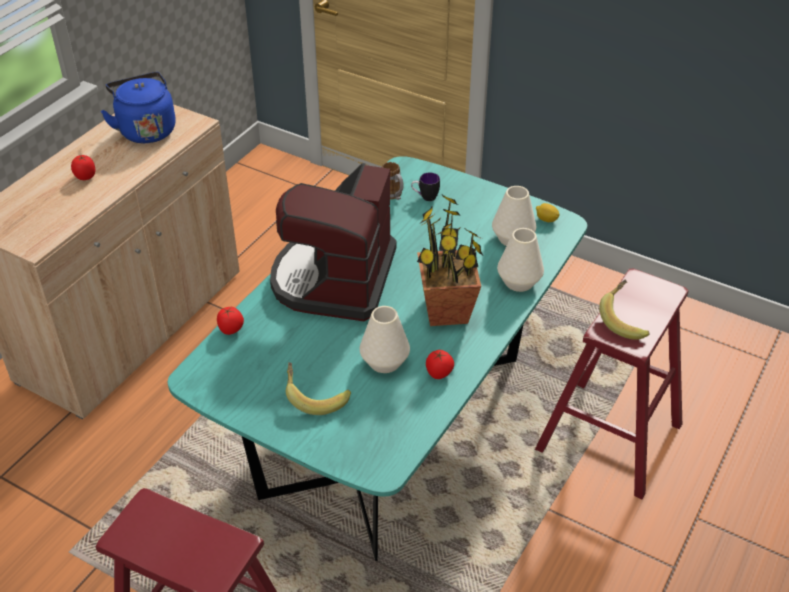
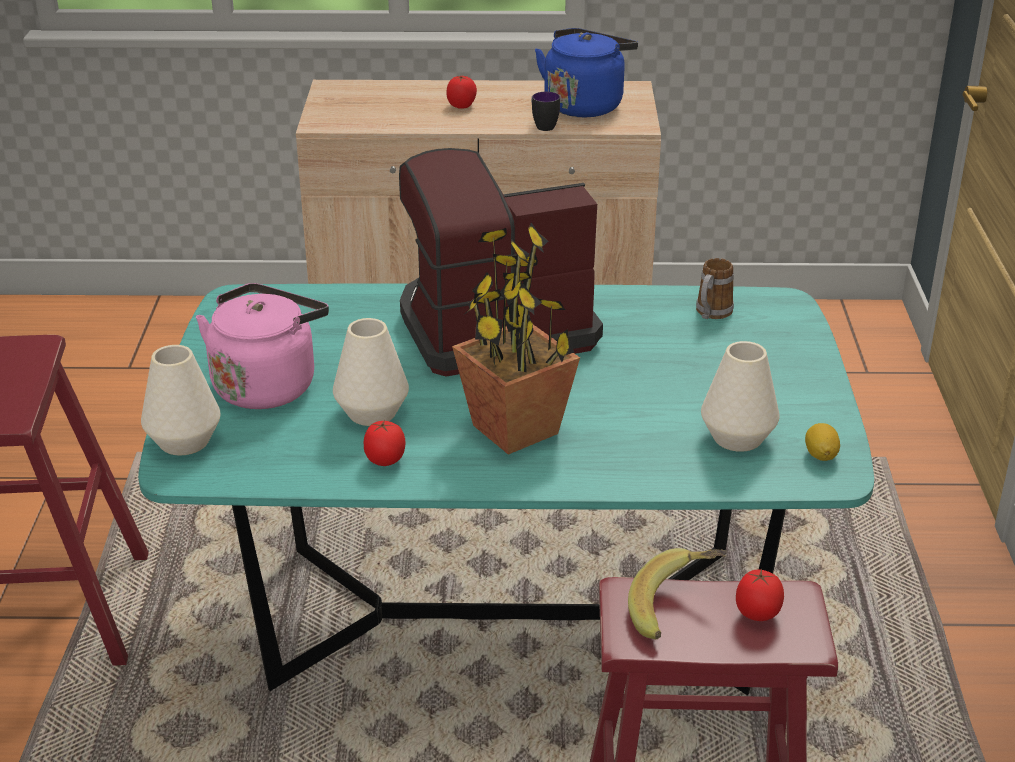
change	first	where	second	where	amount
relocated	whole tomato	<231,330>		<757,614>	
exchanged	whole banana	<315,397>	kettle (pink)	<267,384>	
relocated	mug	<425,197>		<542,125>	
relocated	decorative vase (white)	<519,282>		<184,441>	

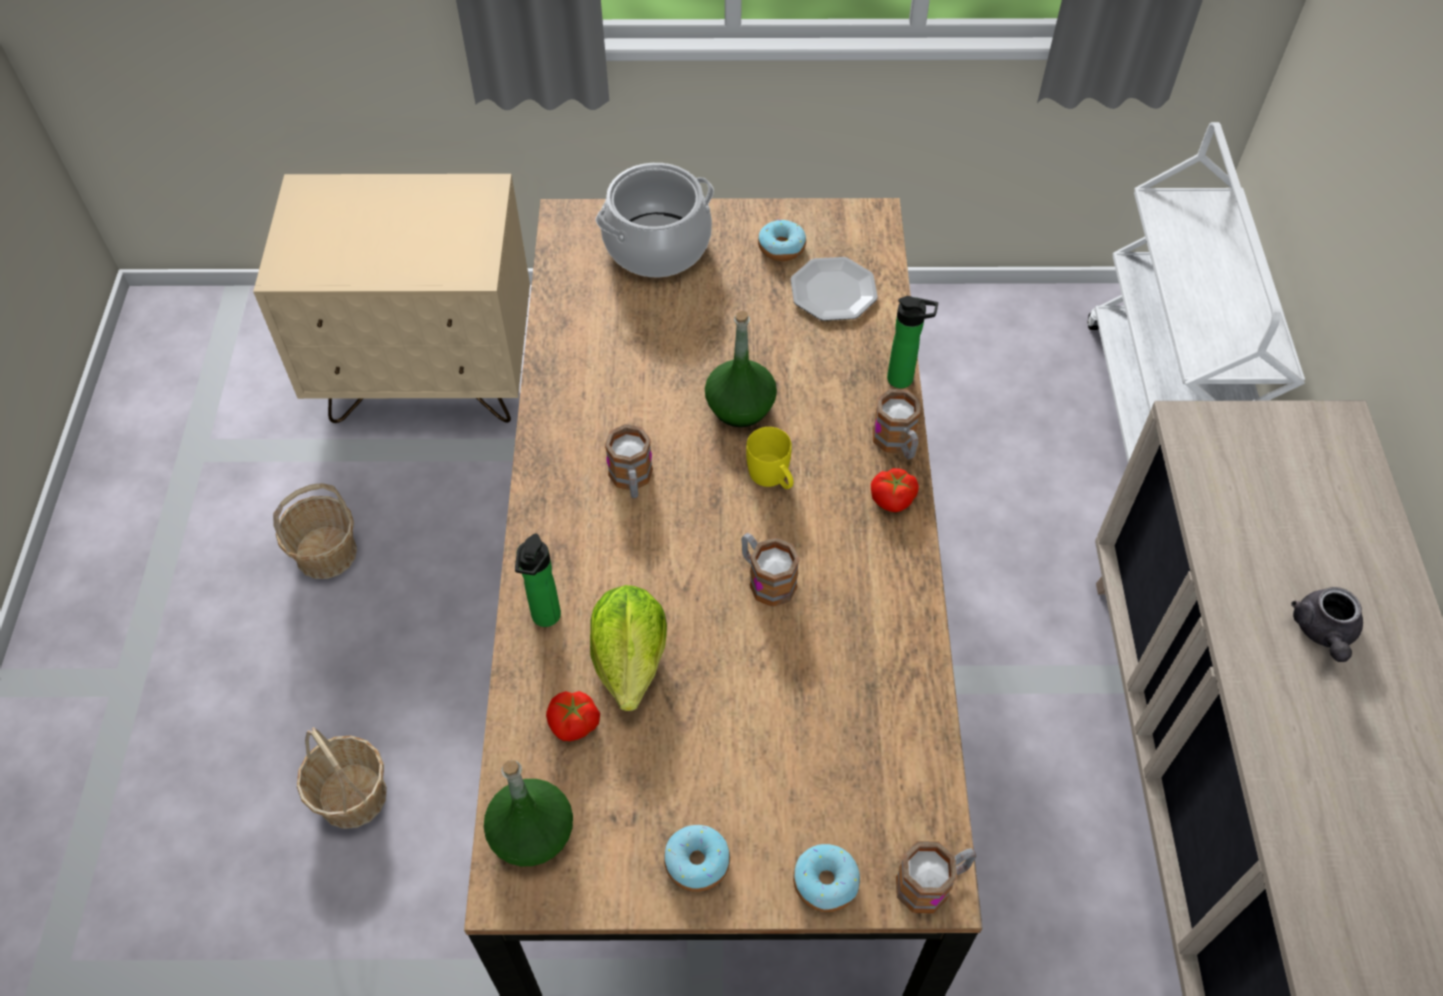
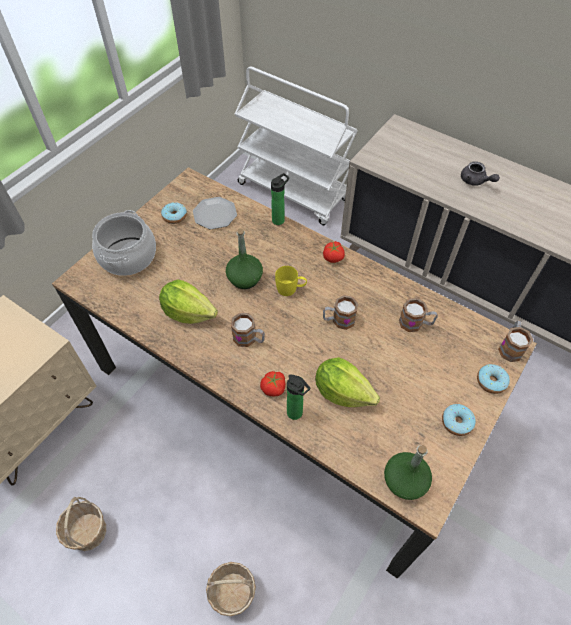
change	first	where	second	where	amount
relocated	whole tomato	<574,723>		<274,388>	
relocated	mug	<897,443>		<415,323>	
appeared			lettuce	<188,312>	

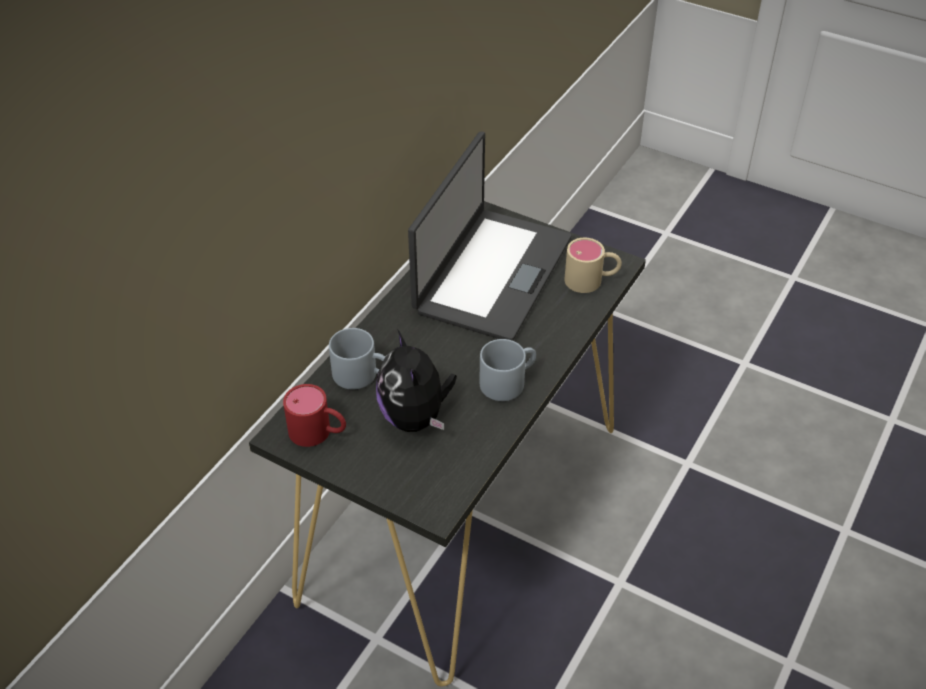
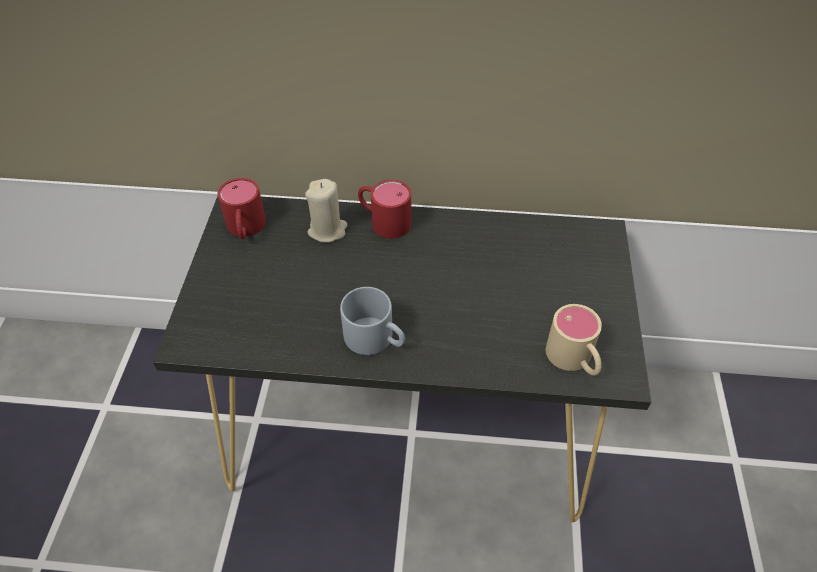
change	first	where	second	where	amount
exchanged	mug (gray)	<362,374>	wax candle (sand-coloured)	<327,230>	
missing	soft toy	<415,417>			
missing	notebook computer	<491,274>			
appeared			mug (red-coloured)	<383,221>	

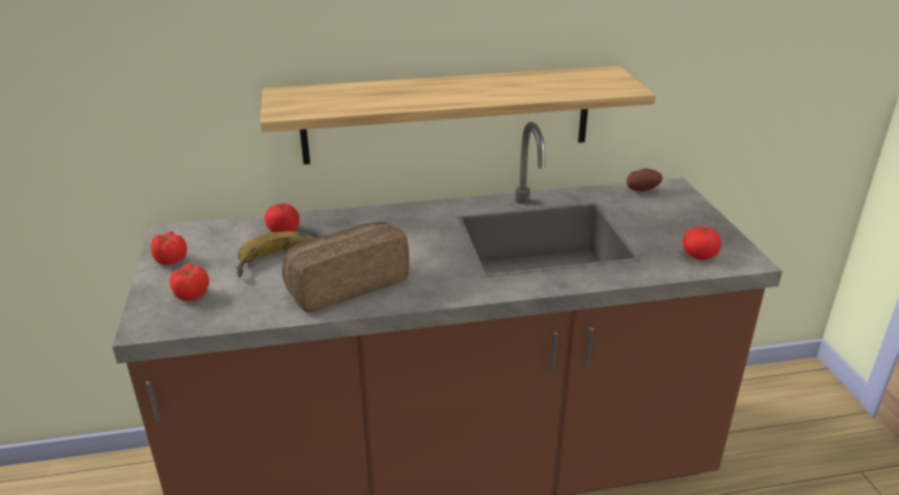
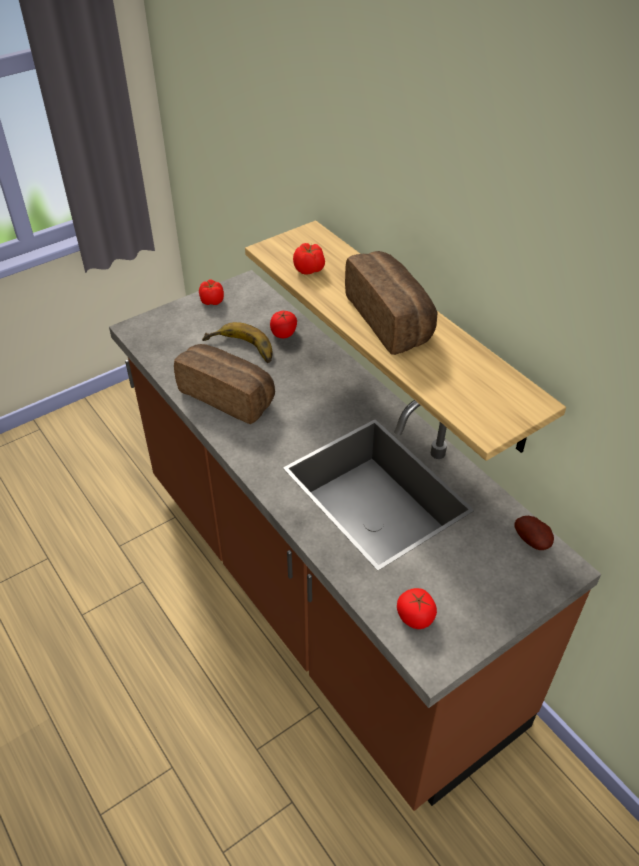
change	first	where	second	where	amount
relocated	whole tomato	<192,294>		<309,269>	
appeared			baked bread	<392,320>	

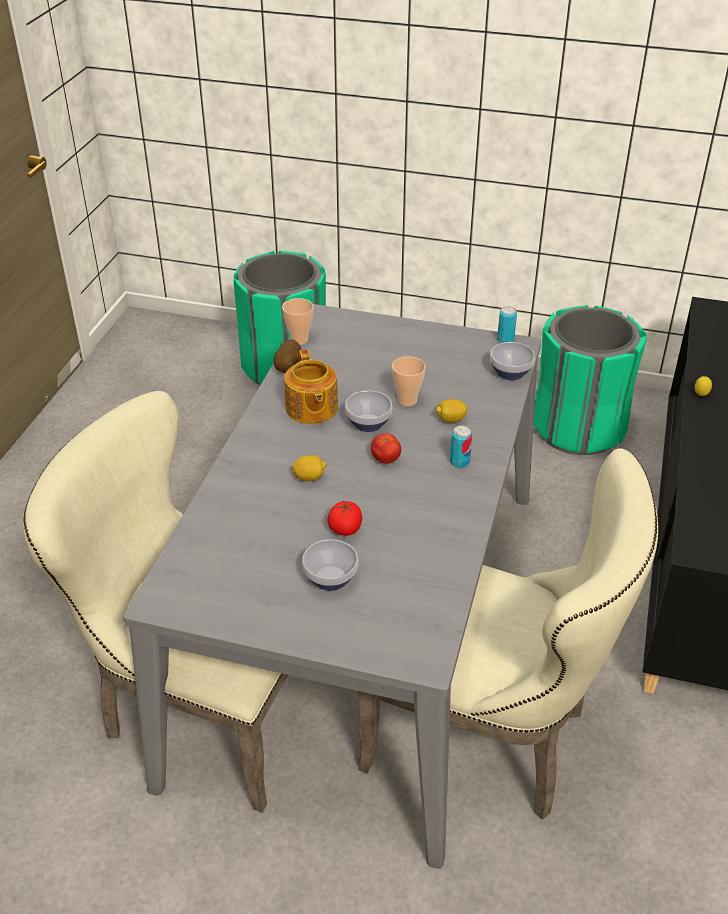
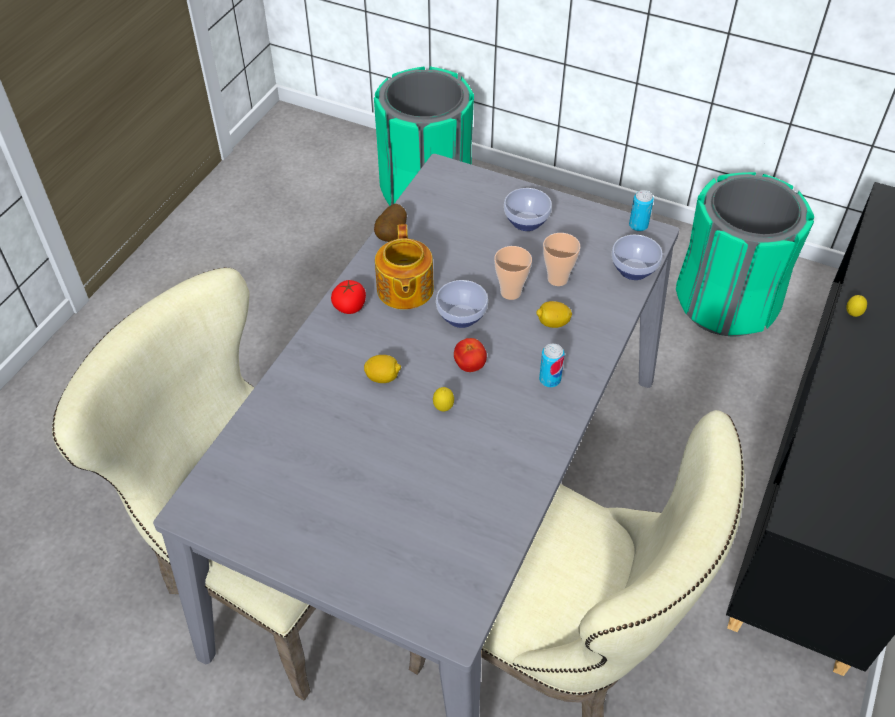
change	first	where	second	where	amount
relocated	drinking cup	<299,340>		<557,279>	
relocated	deep dish	<330,577>		<526,221>	
relocated	whole tomato	<345,529>		<350,306>	
appeared			whole lemon	<443,408>	

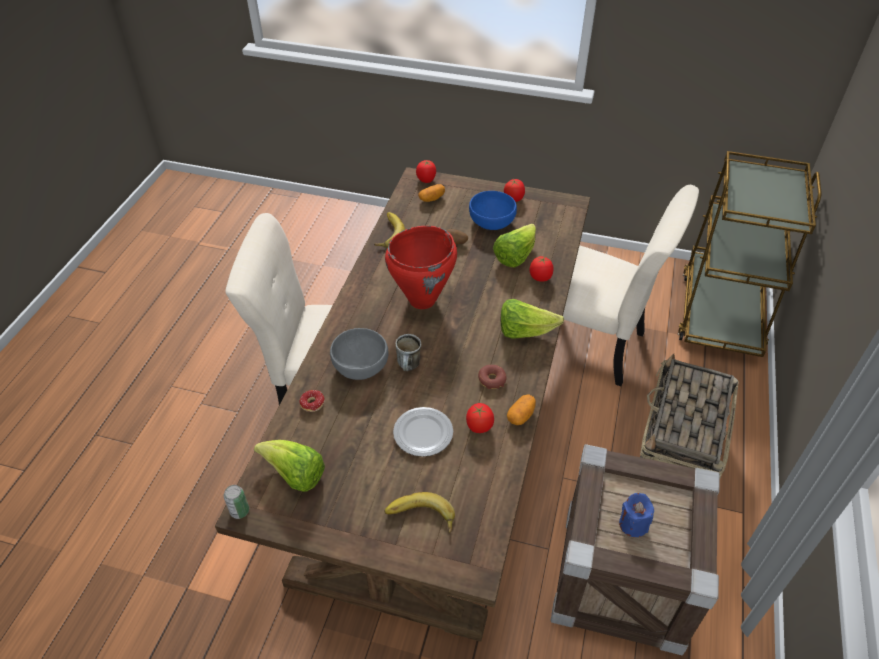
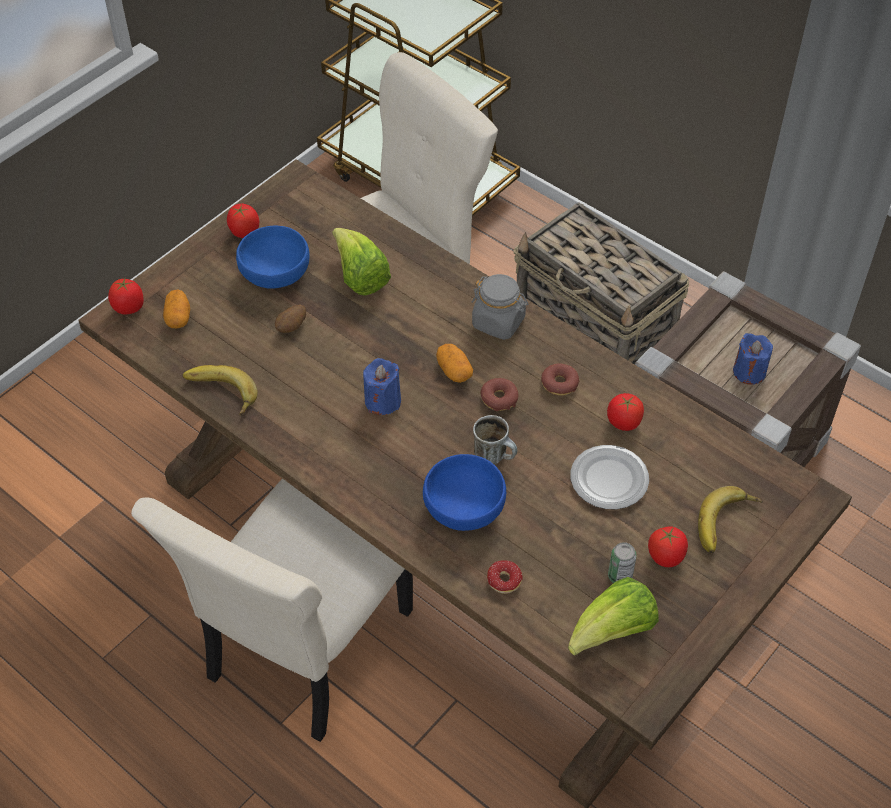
change	first	where	second	where	amount
relocated	can	<240,511>		<620,576>	
colour	deep dish (gray)	<360,366>	deep dish (blue)	<465,508>	
exchanged	stockpot (red-coloured)	<423,300>	wax candle (blue)	<383,401>	
exchanged	lettuce	<524,331>	preserve jar (gray)	<499,322>	
relocated	spud	<521,416>		<454,371>	
relocated	whole tomato	<540,277>		<666,556>	
appeared			ring doughnut	<499,398>	

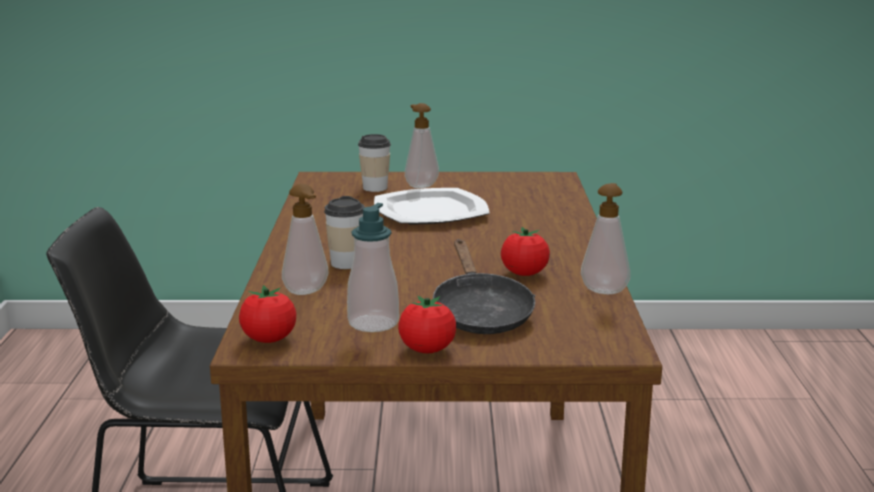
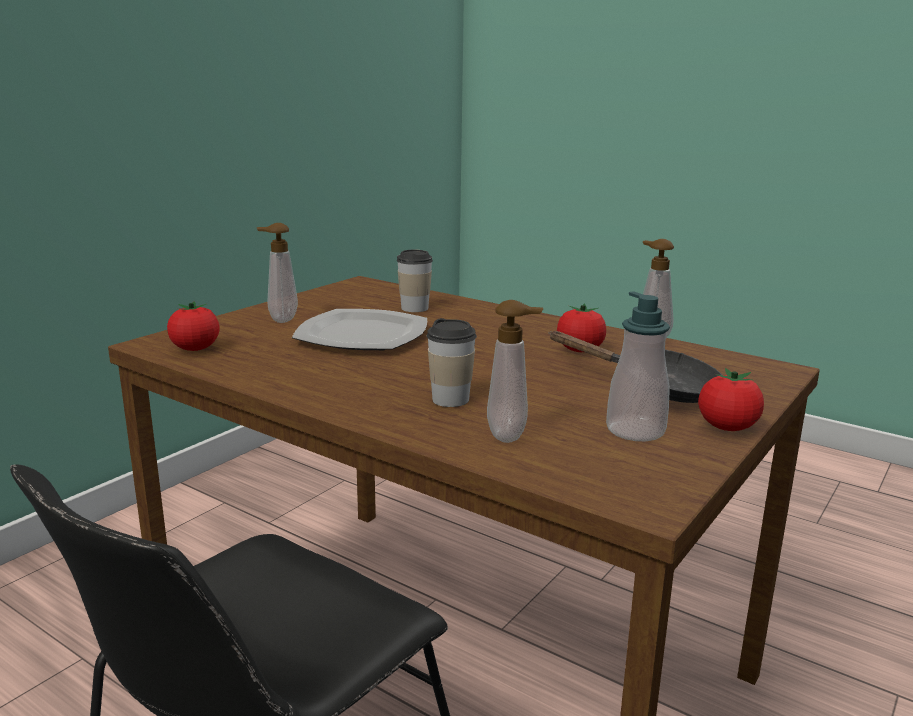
change	first	where	second	where	amount
relocated	whole tomato	<269,339>		<195,349>	
relocated	drinking cup	<375,188>		<414,308>	

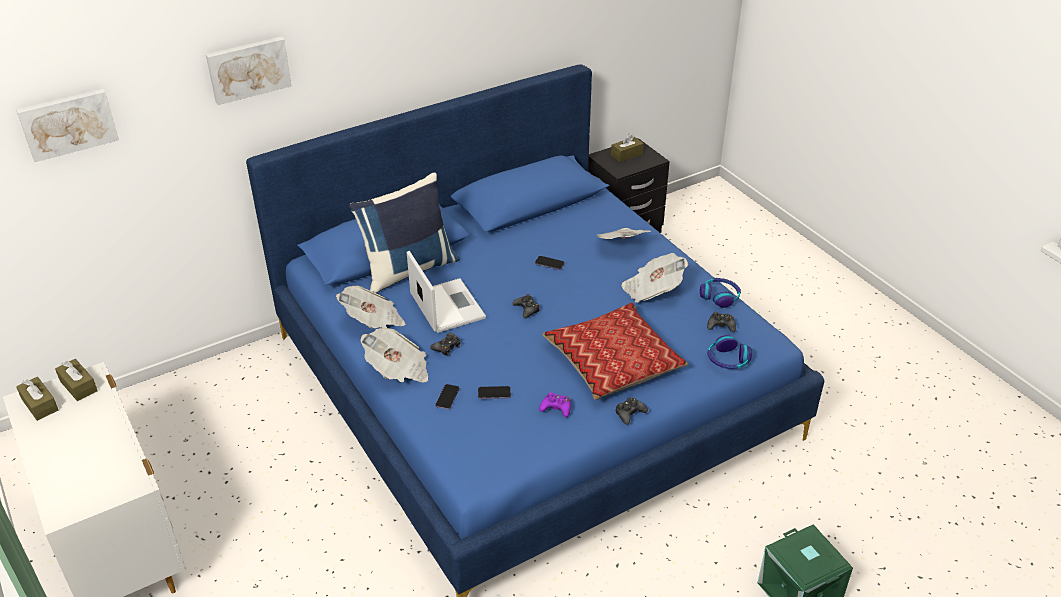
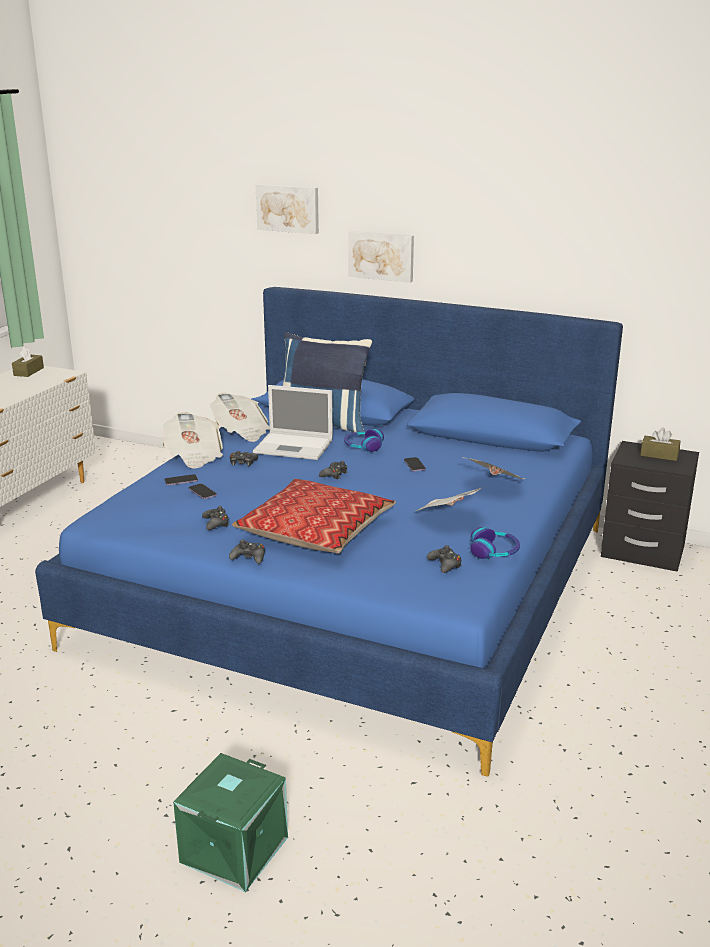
change	first	where	second	where	amount
relocated	picture	<68,123>		<381,255>	
missing	tissue holder (brown-coloured)	<78,386>			
spun	notebook computer	<446,305>		<295,446>	75 degrees clockwise
colour	joypad (purple-coloured)	<556,408>	joypad (black-coloured)	<216,523>	
relocated	headset	<727,359>		<363,446>	

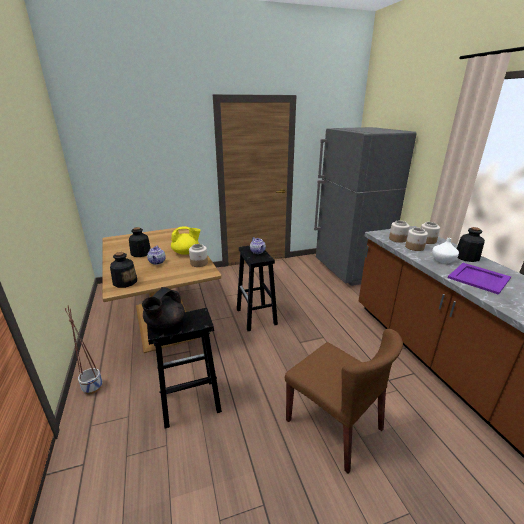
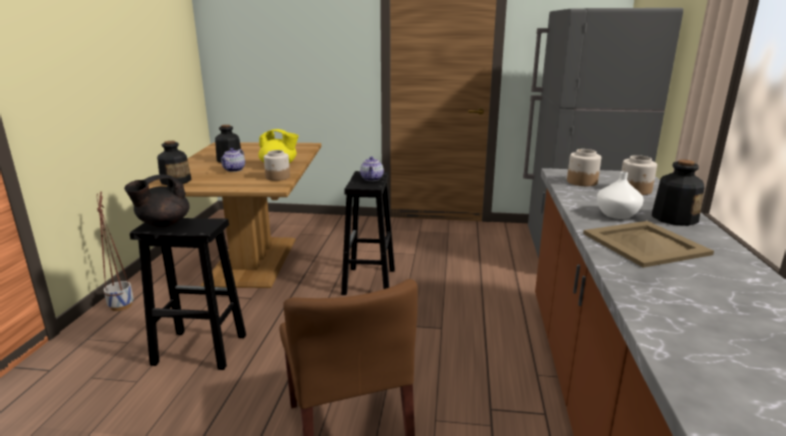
change	first	where	second	where	amount
missing	preserve jar	<414,247>			
colour	tray (purple-coloured)	<479,278>	tray (sand-coloured)	<645,244>	

